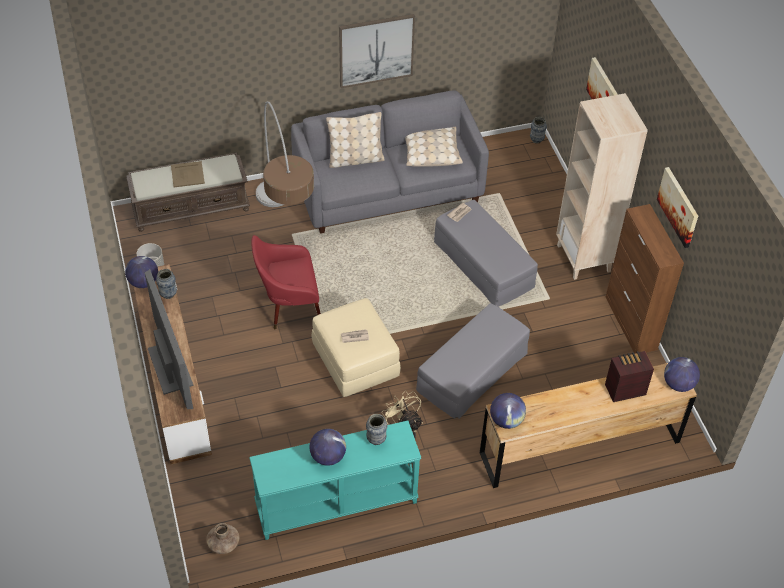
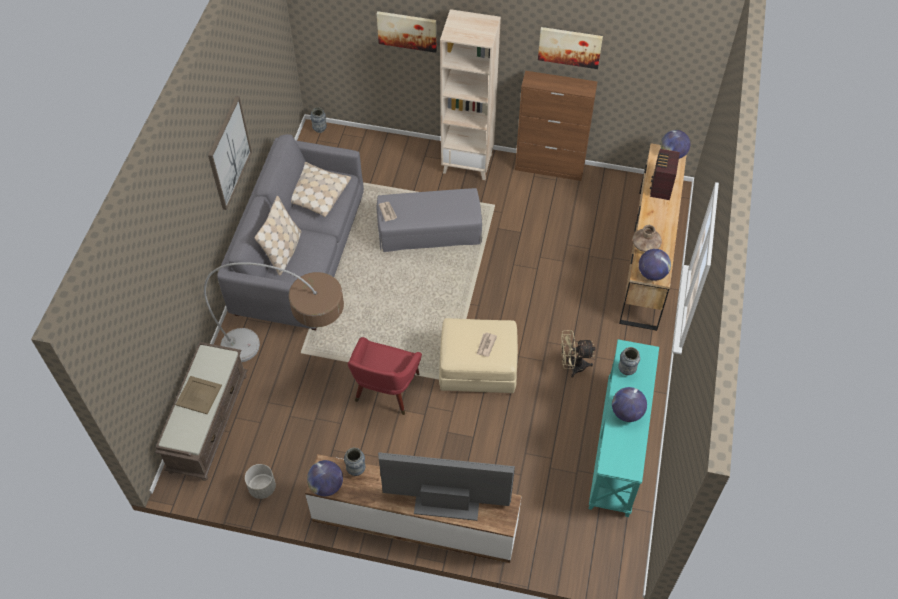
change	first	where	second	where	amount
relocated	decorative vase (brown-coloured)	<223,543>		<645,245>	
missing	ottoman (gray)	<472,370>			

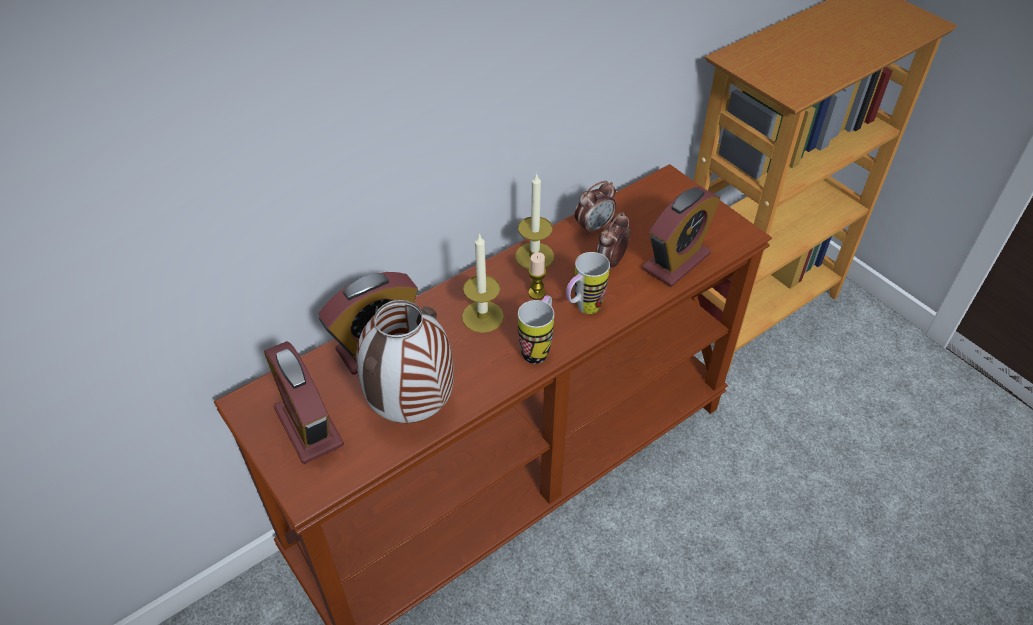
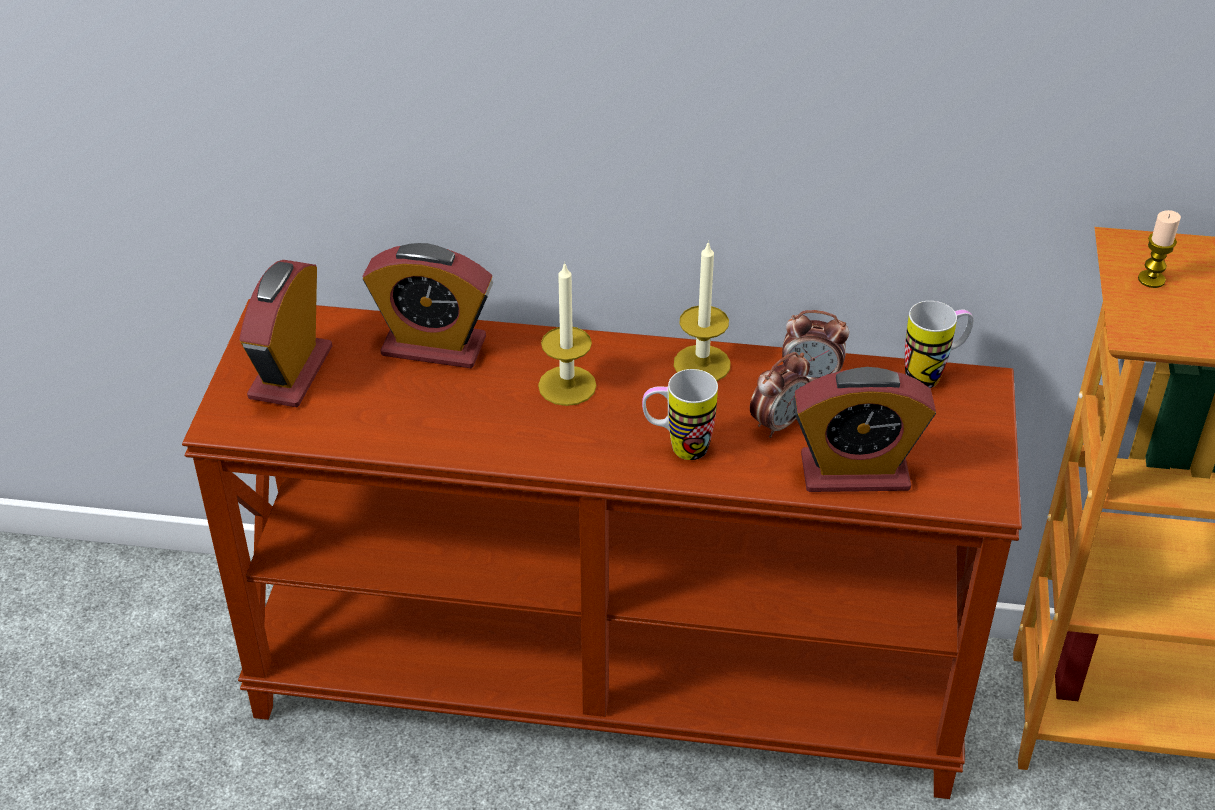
change	first	where	second	where	amount
missing	decorative vase	<412,411>			
relocated	mug	<538,348>		<933,375>	
relocated	wax candle	<536,293>		<1151,279>	
spun	table clock	<611,262>		<778,423>	150 degrees clockwise

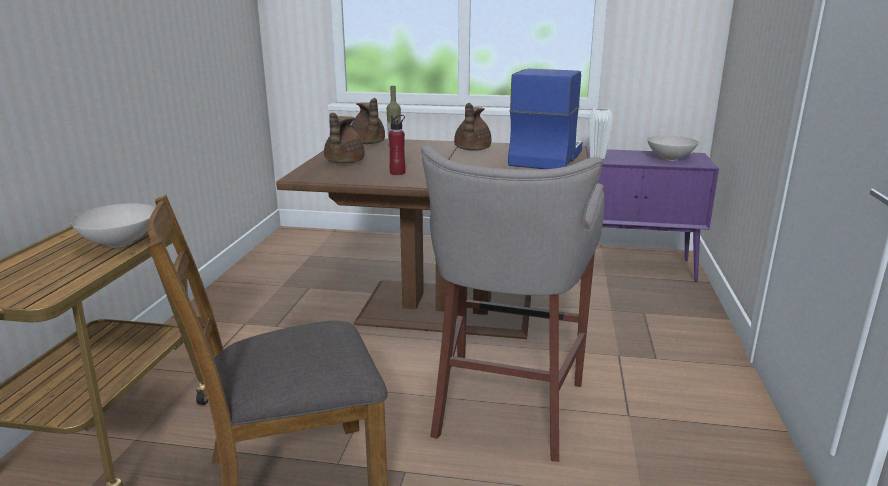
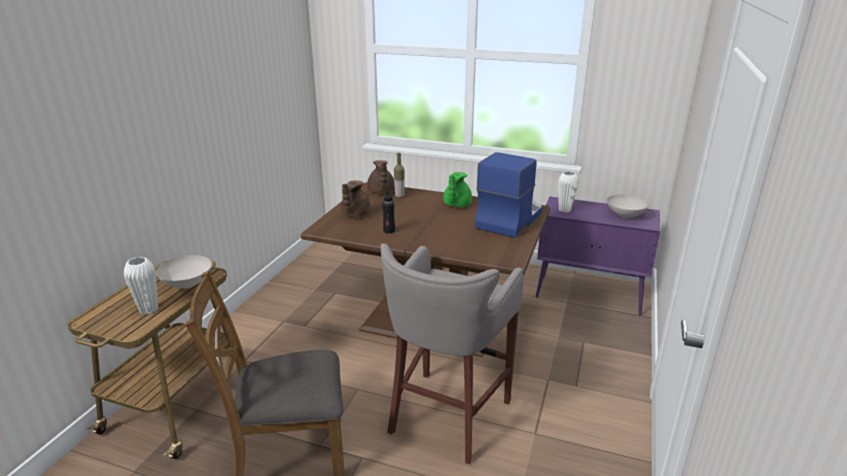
change	first	where	second	where	amount
colour	beverage bottle (red-coloured)	<397,173>	beverage bottle (black-coloured)	<389,230>	
colour	pot for tea (brown-coloured)	<471,149>	pot for tea (greenish)	<456,205>	
appeared			decorative vase (white)	<149,309>	

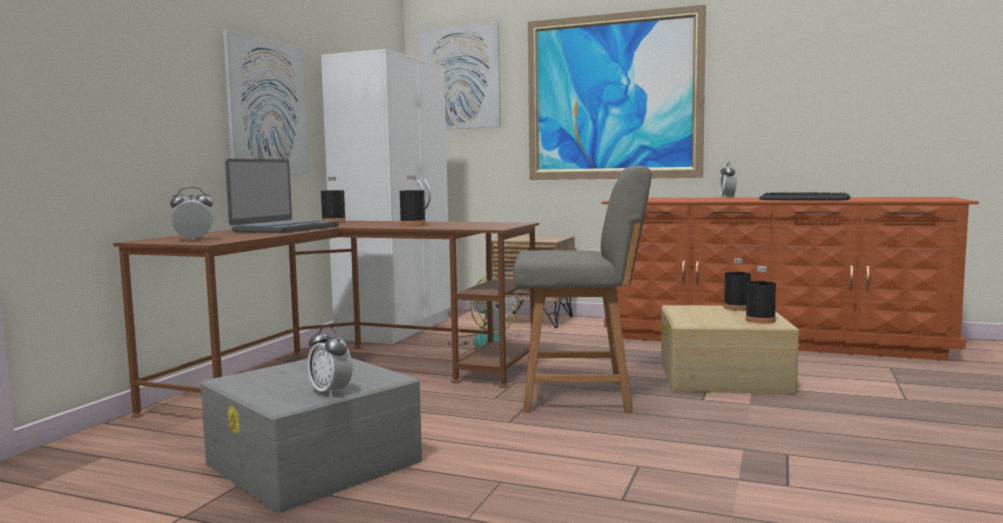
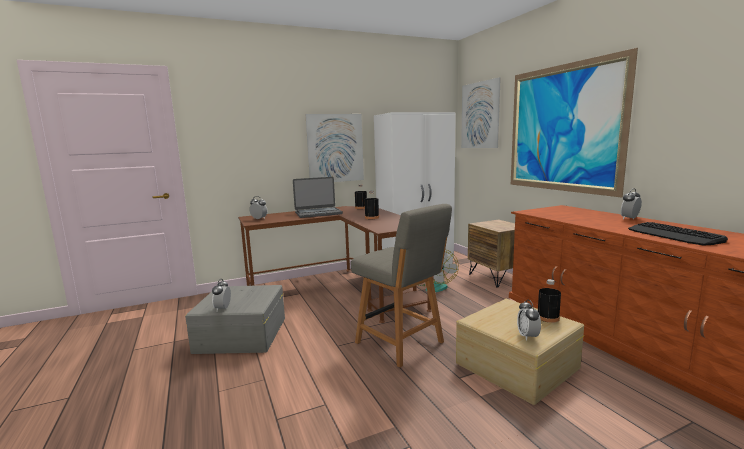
change	first	where	second	where	amount
exchanged	beverage bottle (black-coloured)	<760,320>	table clock	<527,336>	

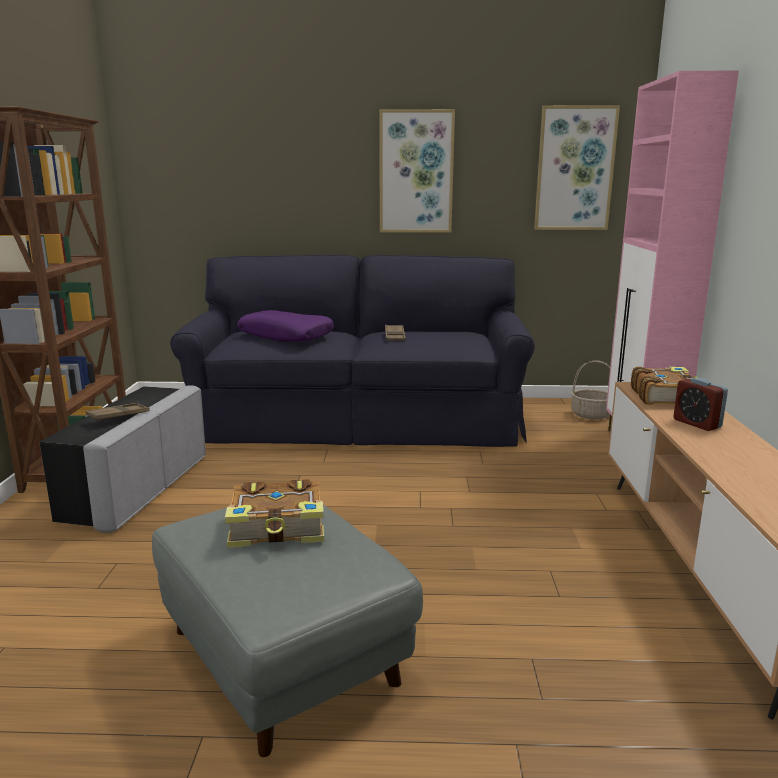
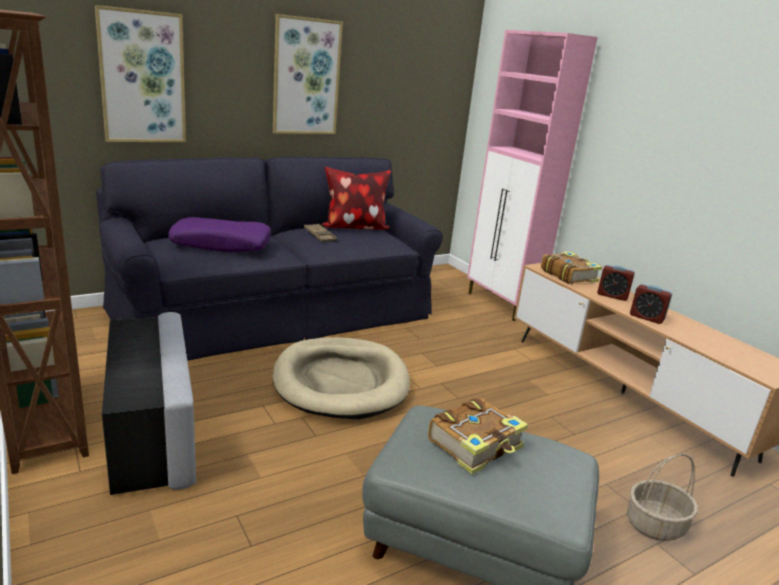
change	first	where	second	where	amount
missing	tray (brown-coloured)	<118,415>			
relocated	picture	<575,169>		<142,78>	
relocated	household basket	<591,415>		<655,525>	
appeared			pet bed (sand-coloured)	<341,382>	
appeared			throw pillow	<354,227>	
appeared			table clock	<646,317>	

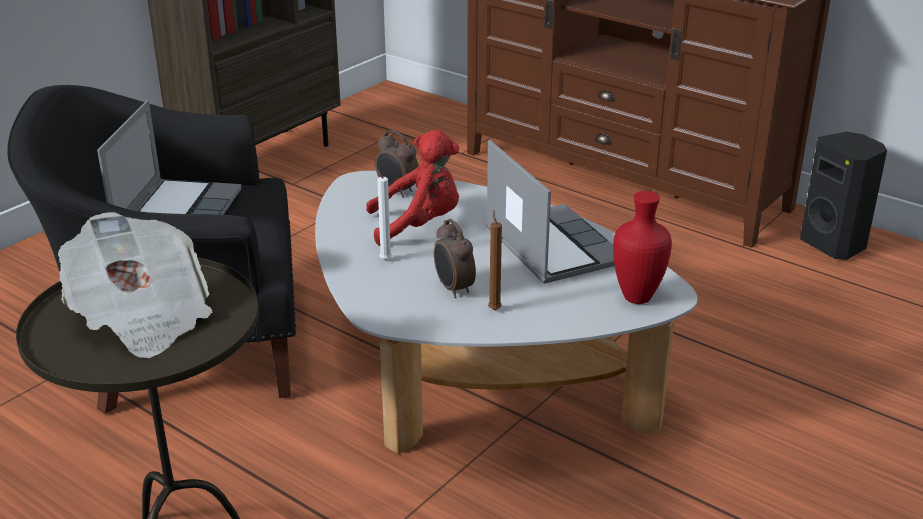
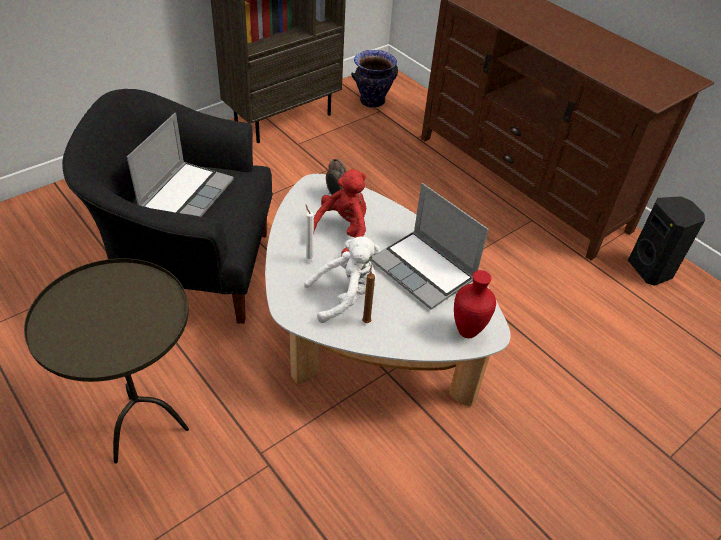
change	first	where	second	where	amount
missing	daily paper	<141,317>			
spun	soft toy (red-coloured)	<419,225>		<342,233>	60 degrees counterclockwise
exchanged	table clock	<453,289>	soft toy (white)	<345,296>	
spun	notebook computer	<551,246>		<424,271>	150 degrees clockwise
appeared			decorative vase	<372,101>	

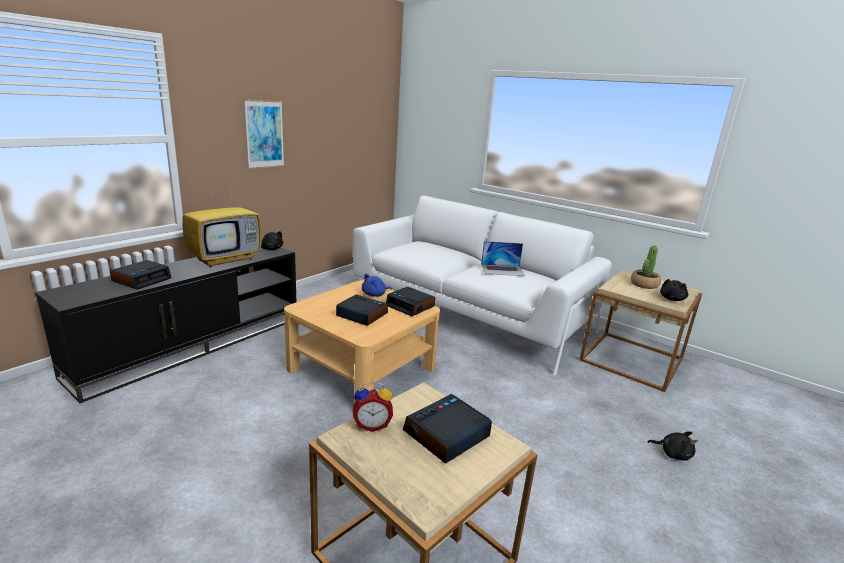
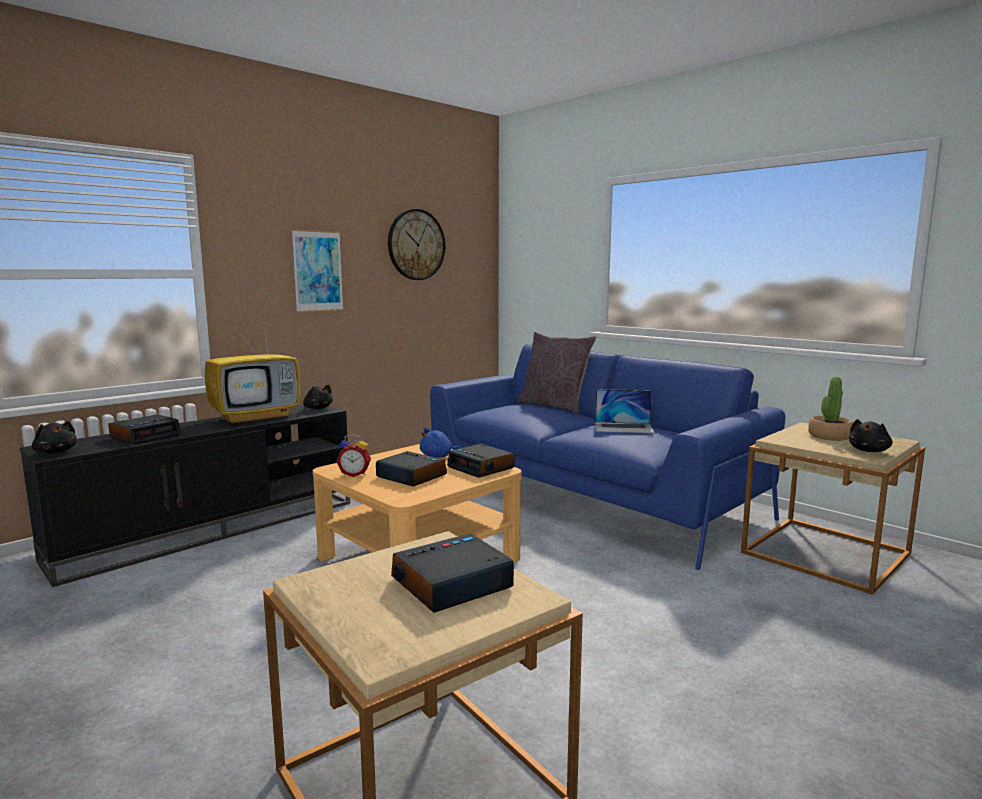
change	first	where	second	where	amount
colour	couch (white)	<468,312>	couch (blue)	<588,495>	
relocated	table clock	<372,424>		<355,474>	
relocated	soft toy (black-coloured)	<673,454>		<56,452>	
appeared			wall clock	<416,245>	
appeared			throw pillow (gray)	<554,406>	

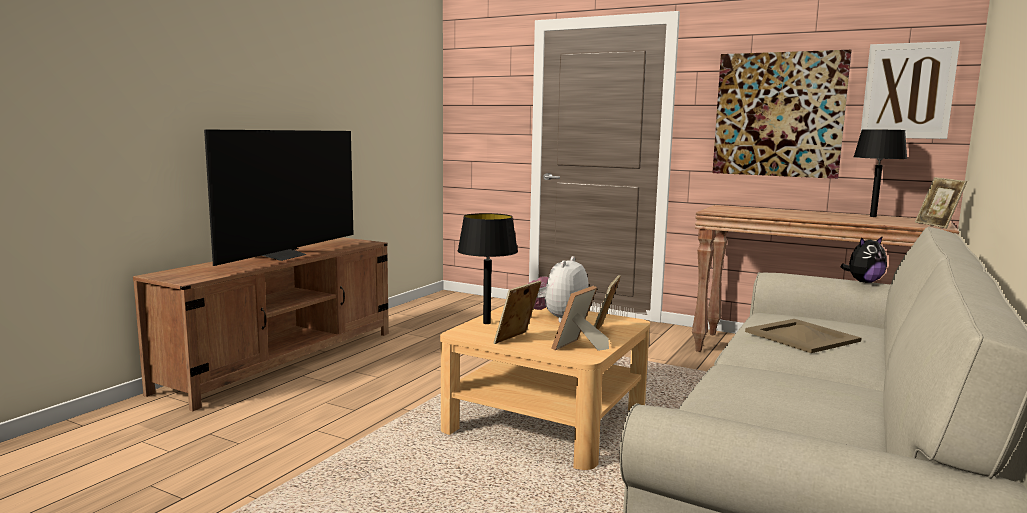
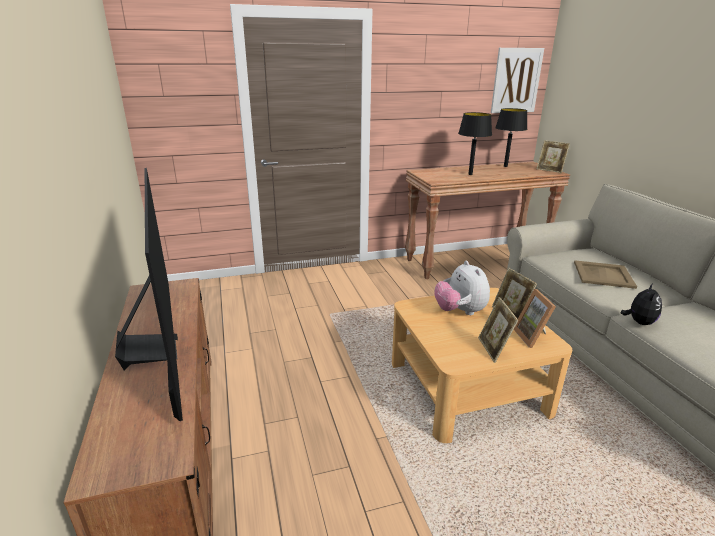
change	first	where	second	where	amount
relocated	lamp for a table (black-coloured)	<487,323>		<470,174>	
missing	picture	<778,115>			
relocated	soft toy	<863,282>		<639,322>	

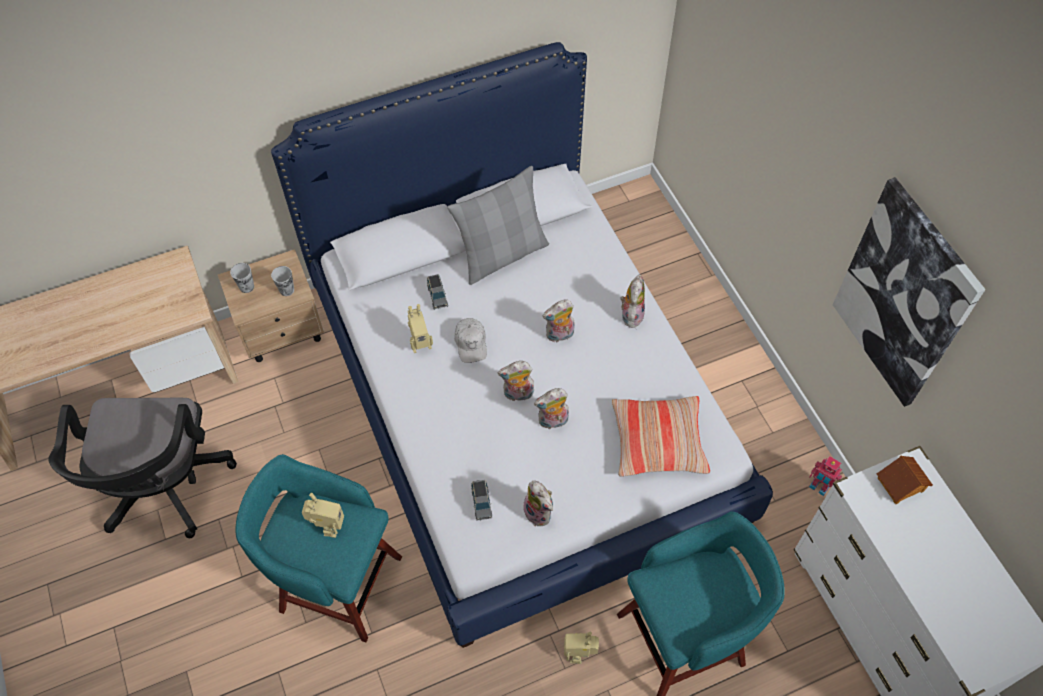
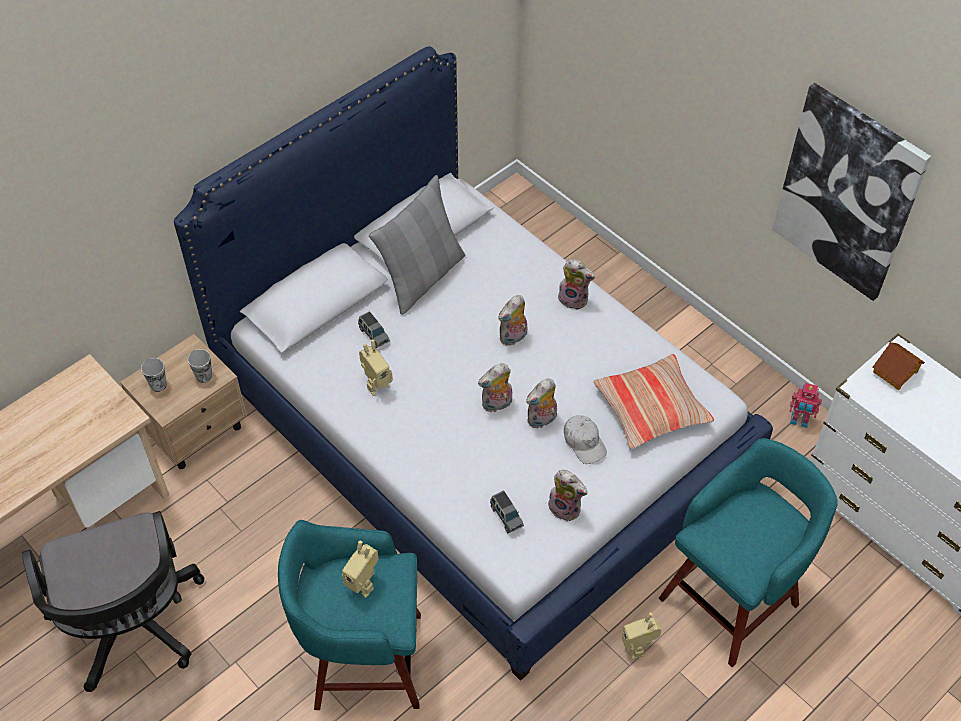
change	first	where	second	where	amount
spun	robot figure	<328,526>		<363,584>	135 degrees clockwise
relocated	baseball cap (white)	<471,343>		<584,442>	
spun	soft toy	<631,314>		<574,299>	120 degrees clockwise

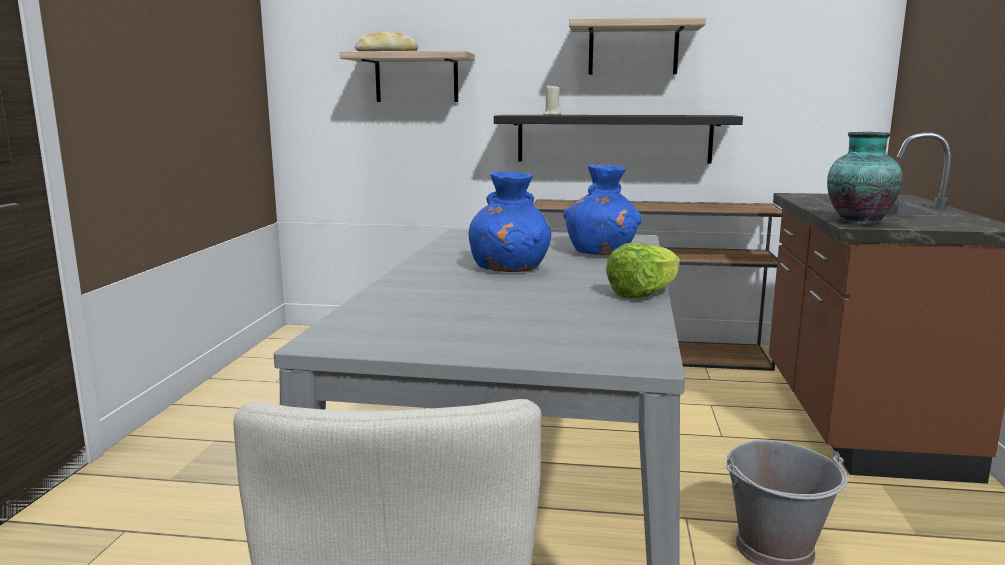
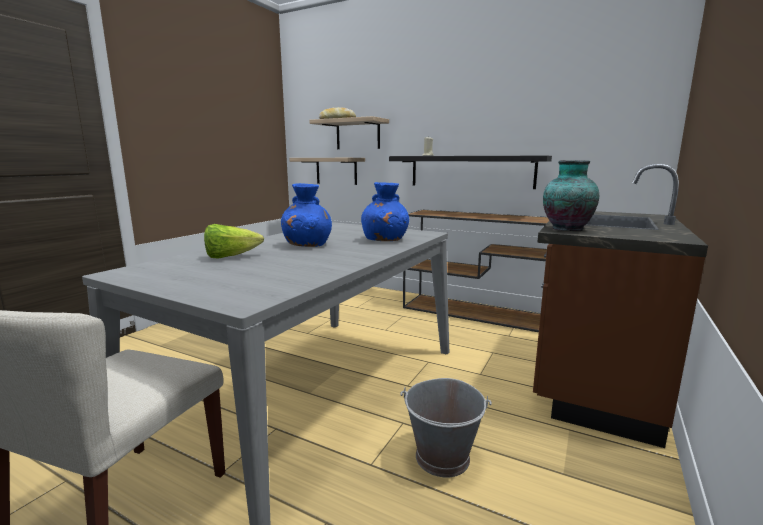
change	first	where	second	where	amount
relocated	wall shelf	<633,49>		<336,171>	
relocated	lettuce	<643,294>		<230,257>	

